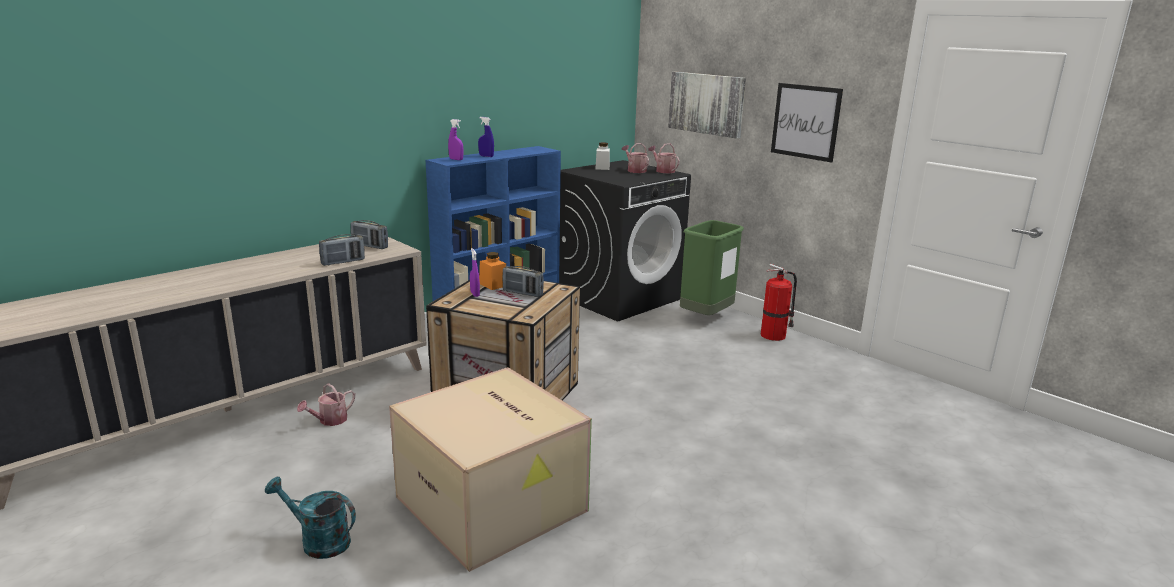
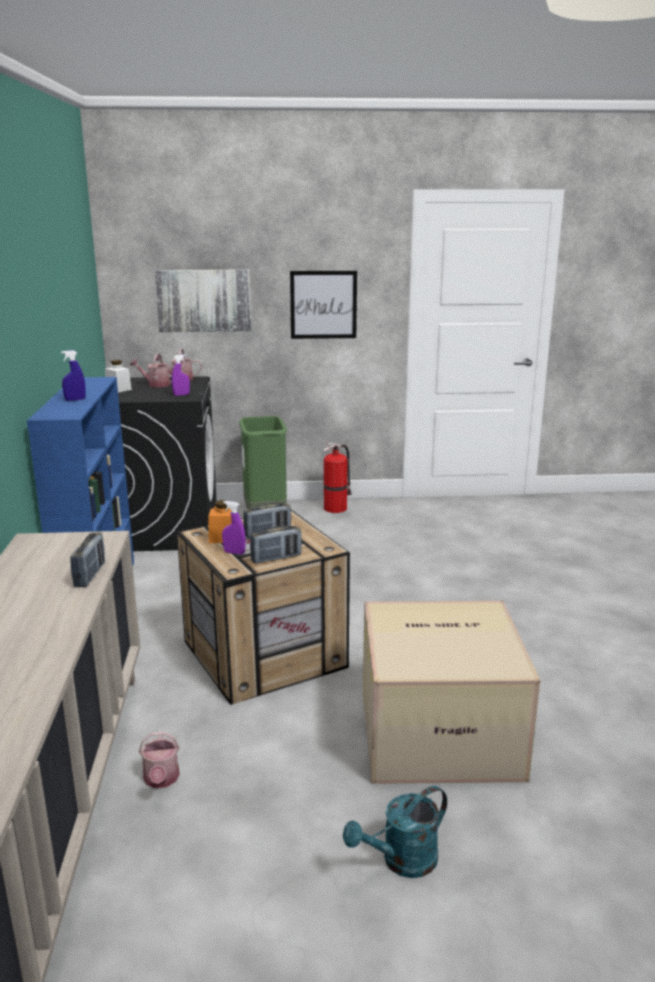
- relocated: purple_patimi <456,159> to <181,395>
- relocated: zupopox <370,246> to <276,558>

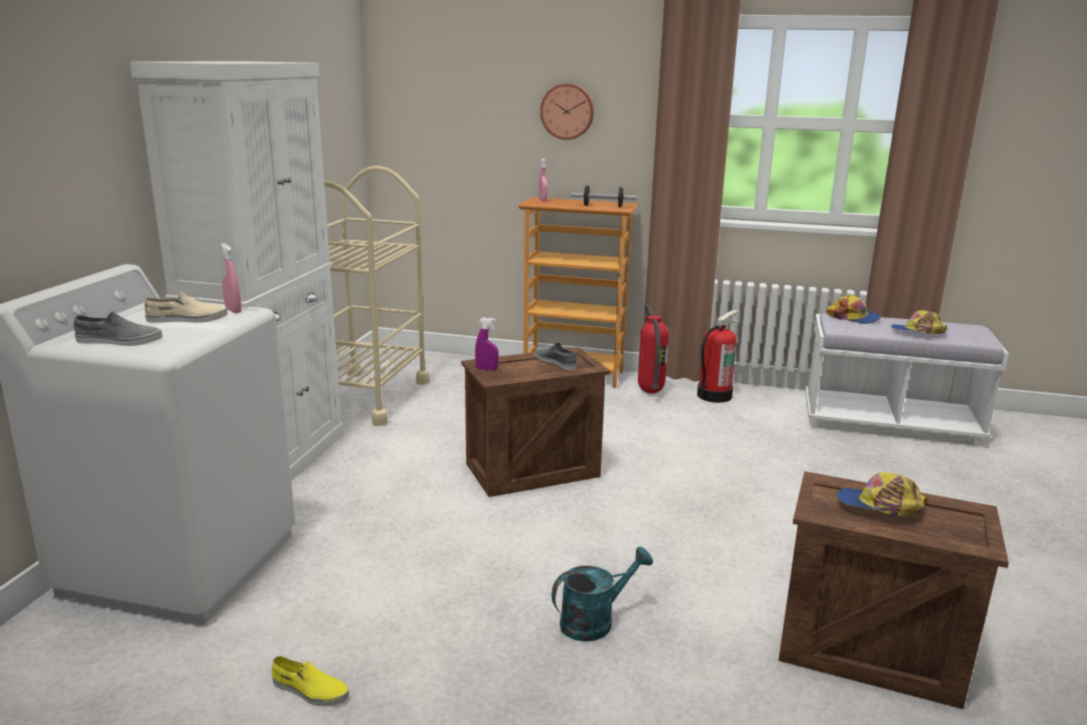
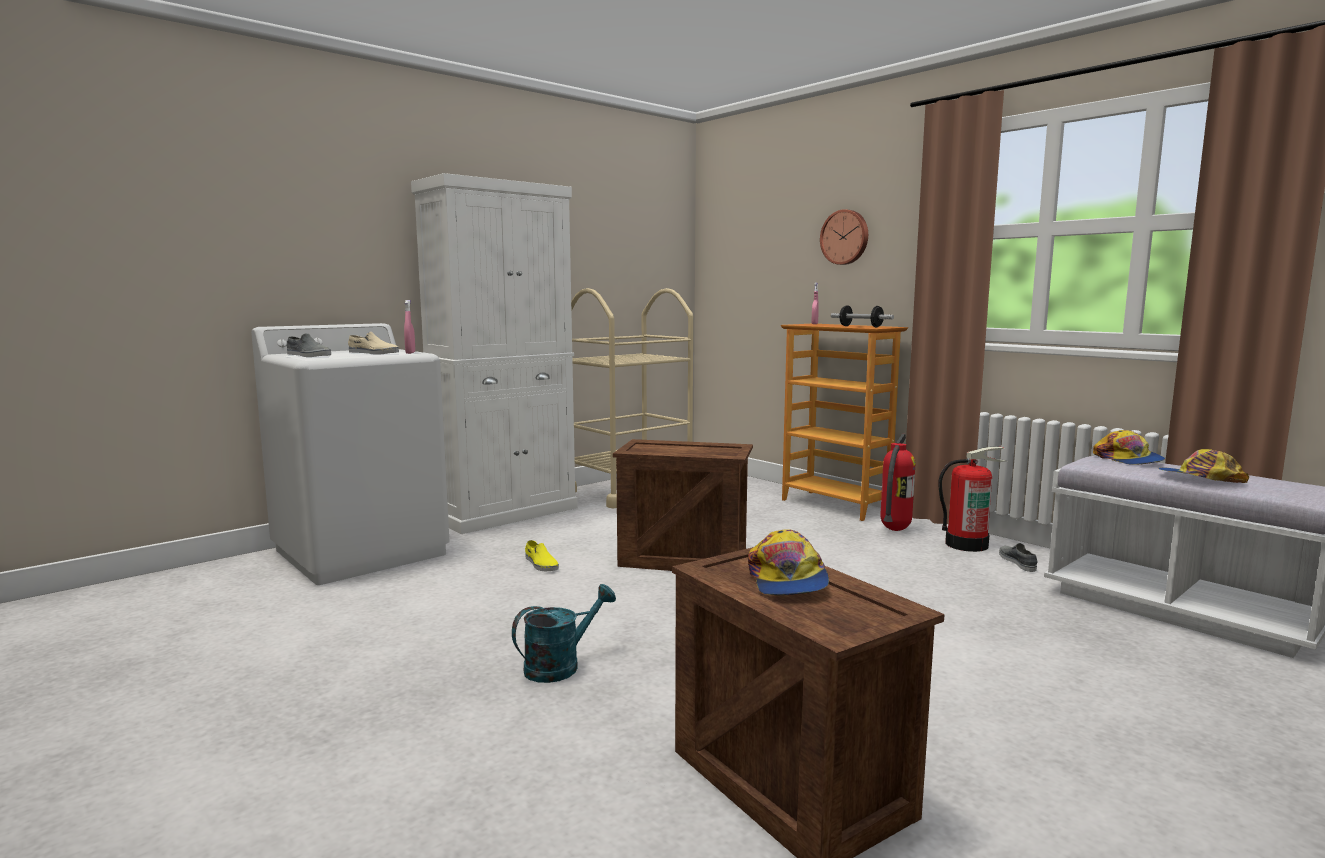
- spun: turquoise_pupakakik <595,621> = <560,665> 45 degrees counterclockwise
- relocated: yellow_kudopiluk <309,690> to <541,564>
- spun: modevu <879,506> = <787,579> 150 degrees counterclockwise
- relocated: grey_kudopiluk <555,362> to <1017,562>
- missing: purple_patimi <486,369>

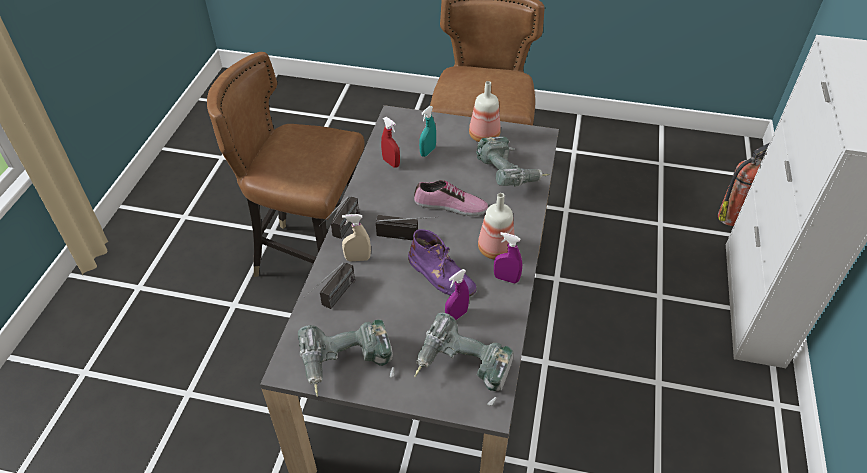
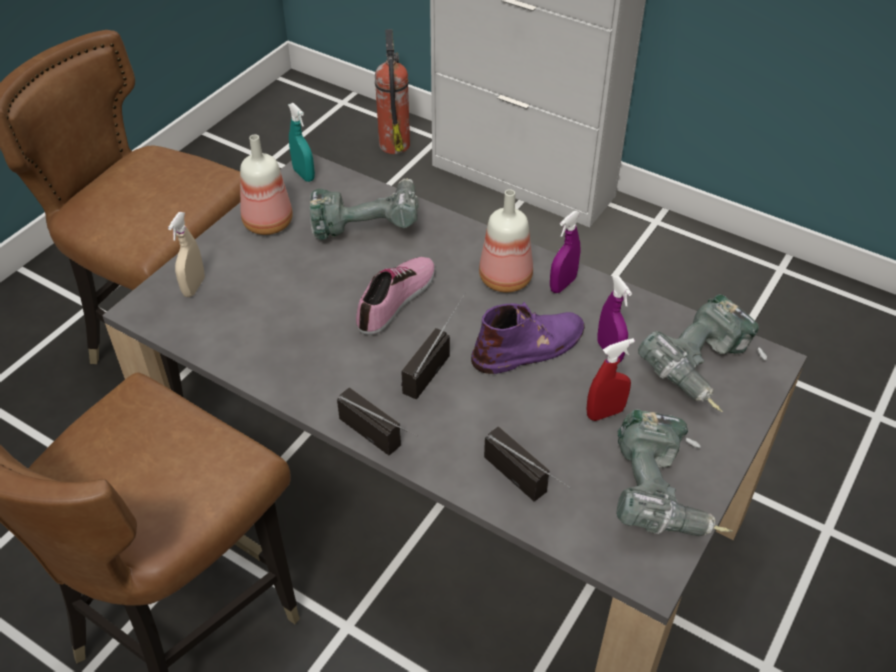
- relocated: beige_patimi <357,258> to <194,287>
- relocated: turquoise_patimi <427,151> to <304,175>
- relocated: red_patimi <391,163> to <605,413>

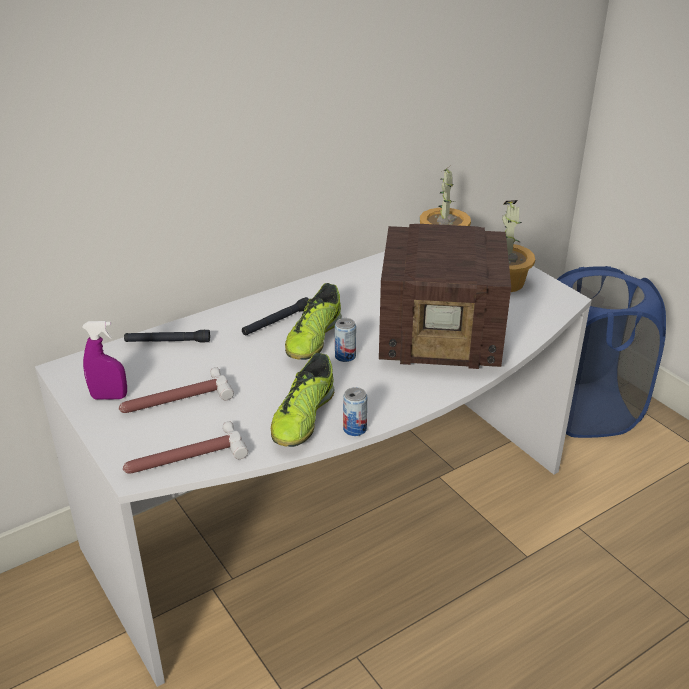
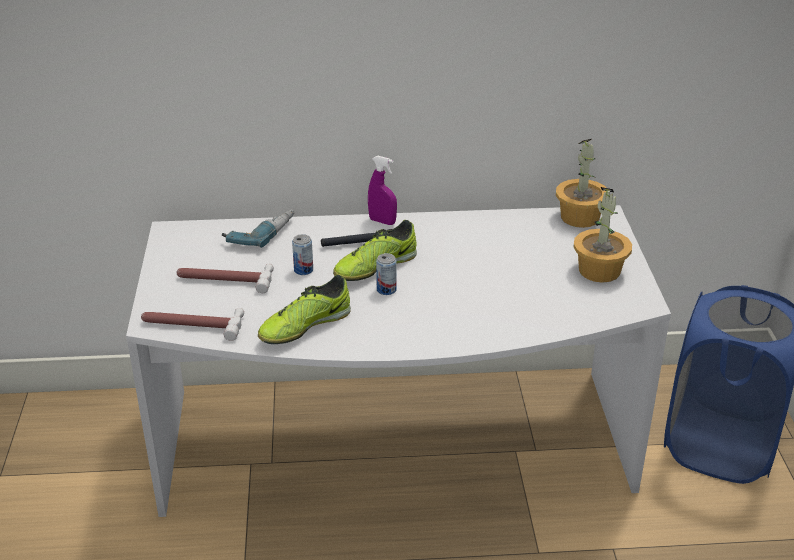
- exchanged: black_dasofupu <167,342> to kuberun <260,233>
- relocated: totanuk <355,429> to <303,270>
- relocated: purple_patimi <109,397> to <382,221>
- missing: zupopox <442,340>

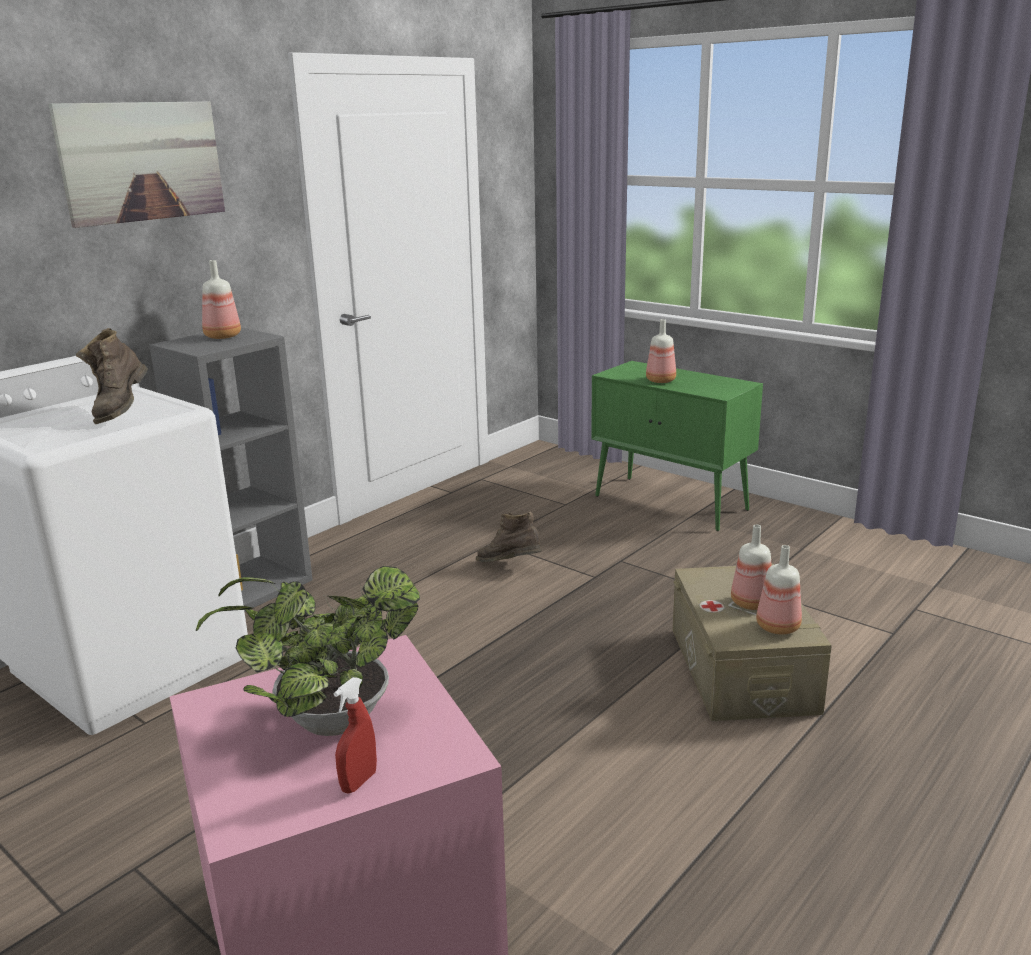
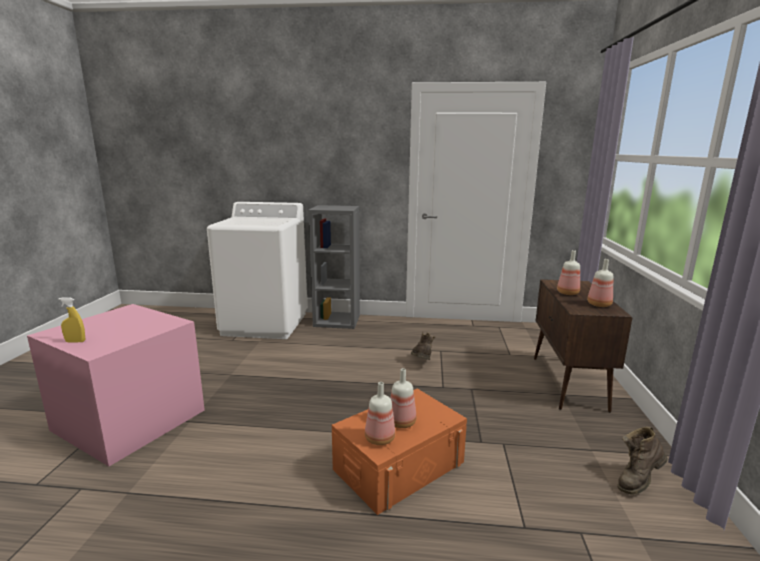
- colour: red_patimi <359,782> to yellow_patimi <75,341>
- colour: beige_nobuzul <742,669> to orange_nobuzul <399,465>
- colour: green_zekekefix <672,503> to brown_zekekefix <568,383>
- relocated: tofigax <221,337> to <598,304>
- relocated: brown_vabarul <120,412> to <638,481>
- missing: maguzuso <142,161>
- missing: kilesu <326,721>

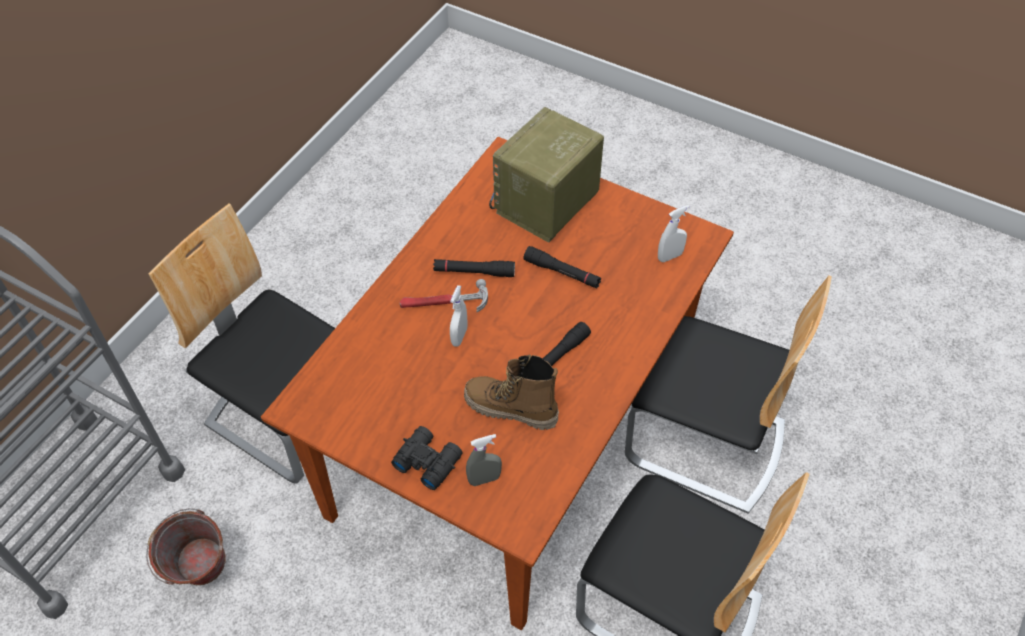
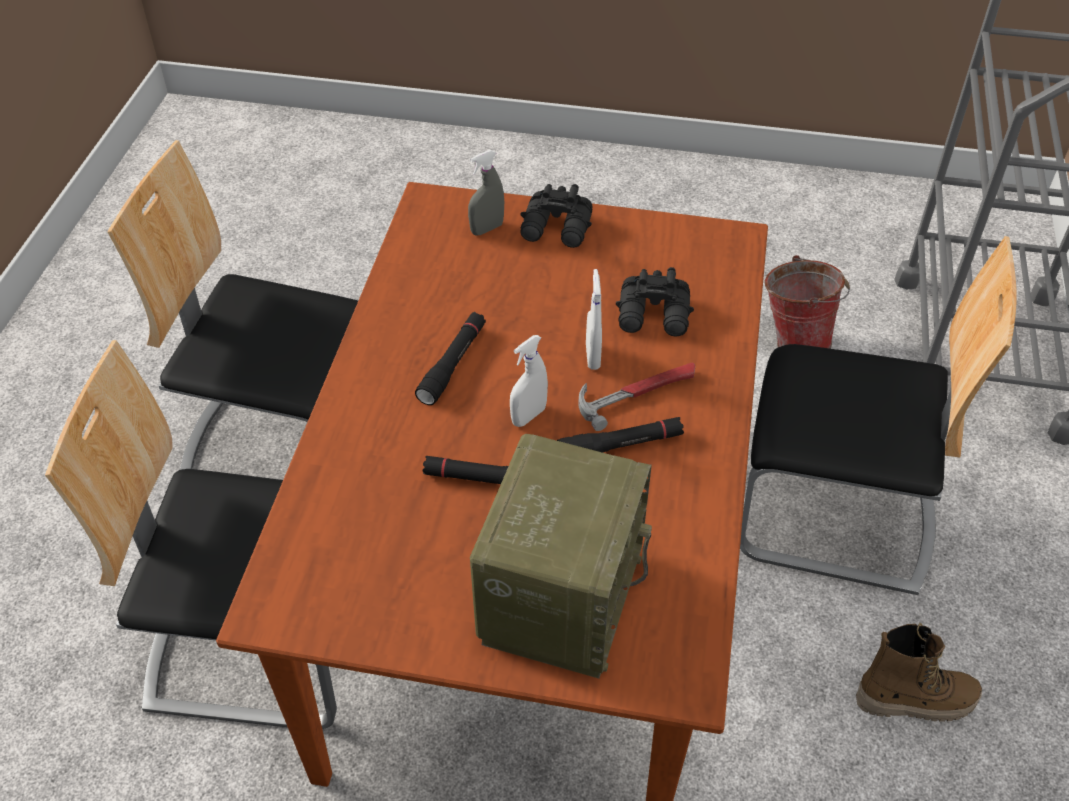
- relocated: white_patimi <670,256> to <528,416>
- appeared: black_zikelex <655,316>
- relocated: vabarul <511,410> to <915,699>

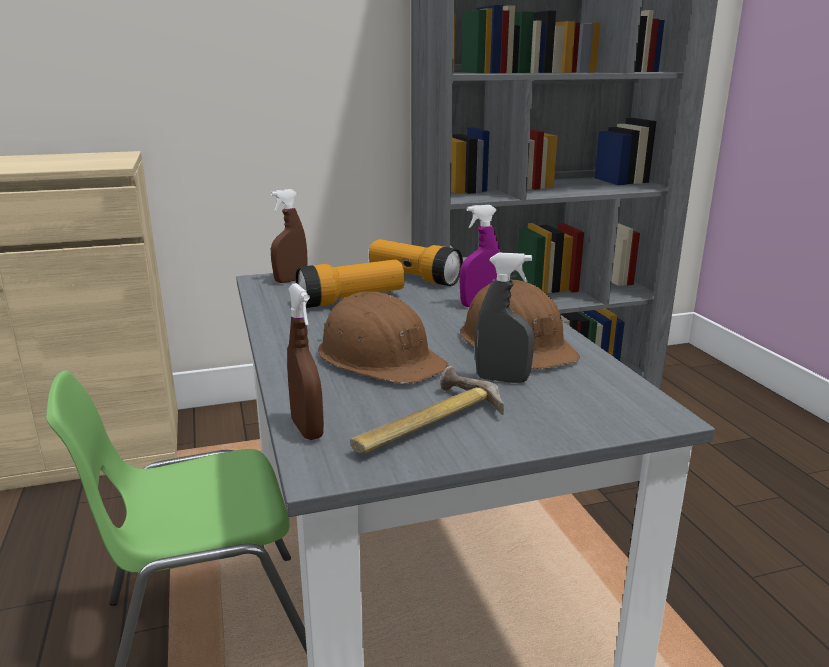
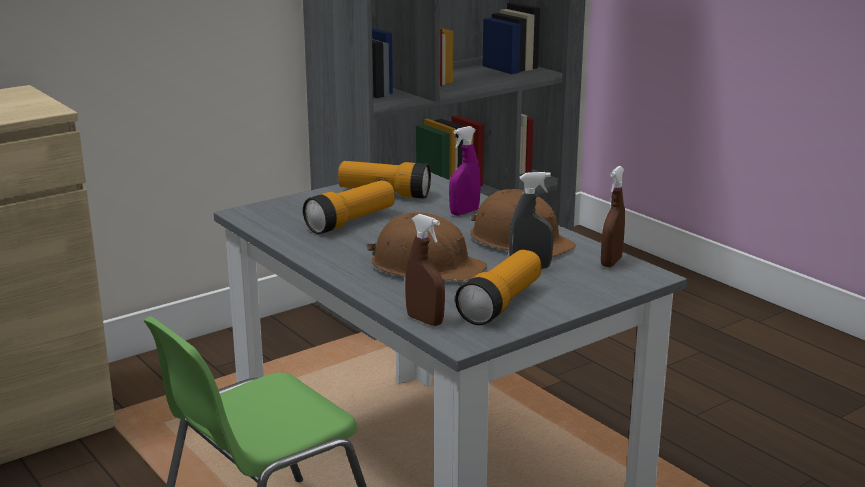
- exchanged: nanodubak <424,423> to dasofupu <501,304>
- relocated: brown_patimi <291,280> to <611,262>

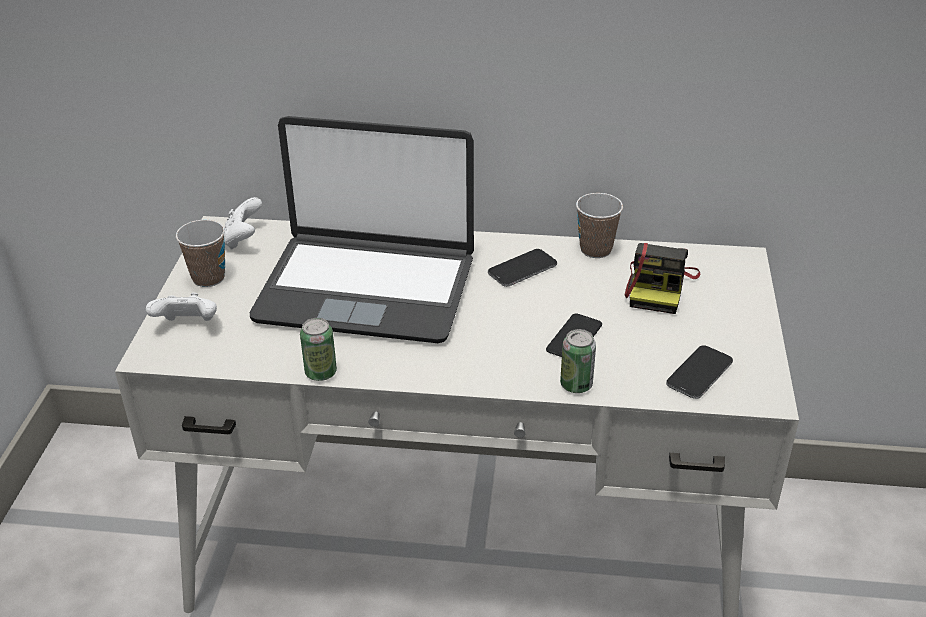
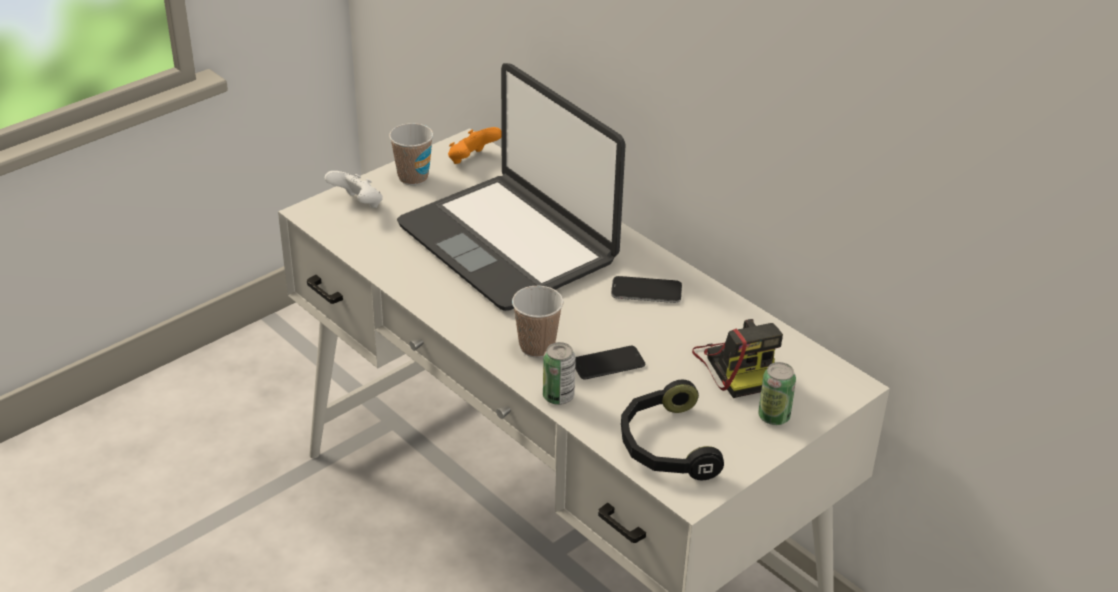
- colour: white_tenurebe <243,239> to orange_tenurebe <472,160>
- relocated: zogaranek <595,249> to <537,347>
- exchanged: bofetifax <699,373> to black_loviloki <665,445>
- spun: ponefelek <659,287> = <738,366> 75 degrees counterclockwise
- relocated: totanuk <321,373> to <774,417>

